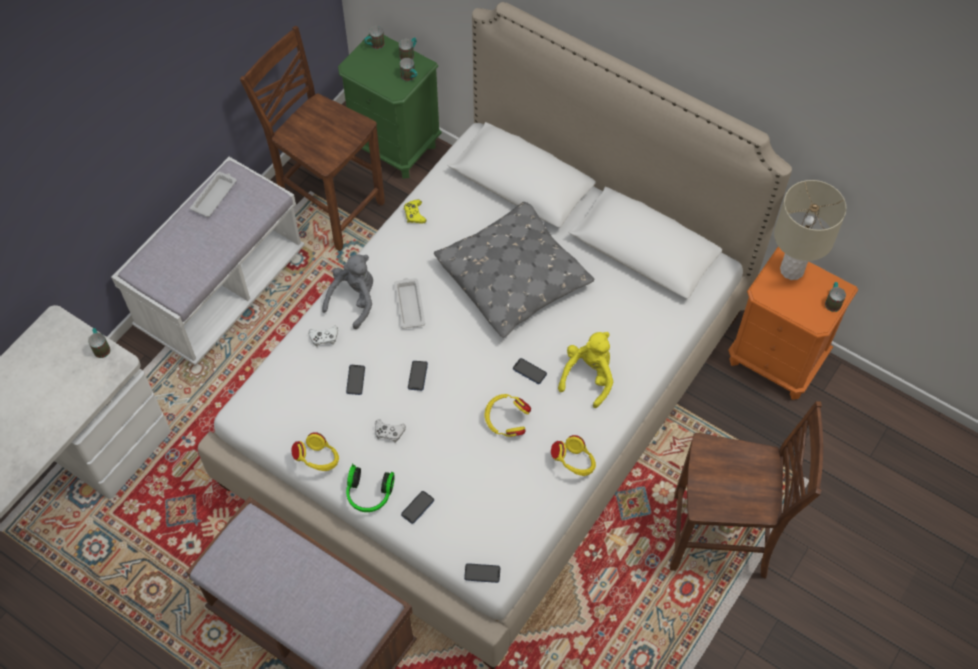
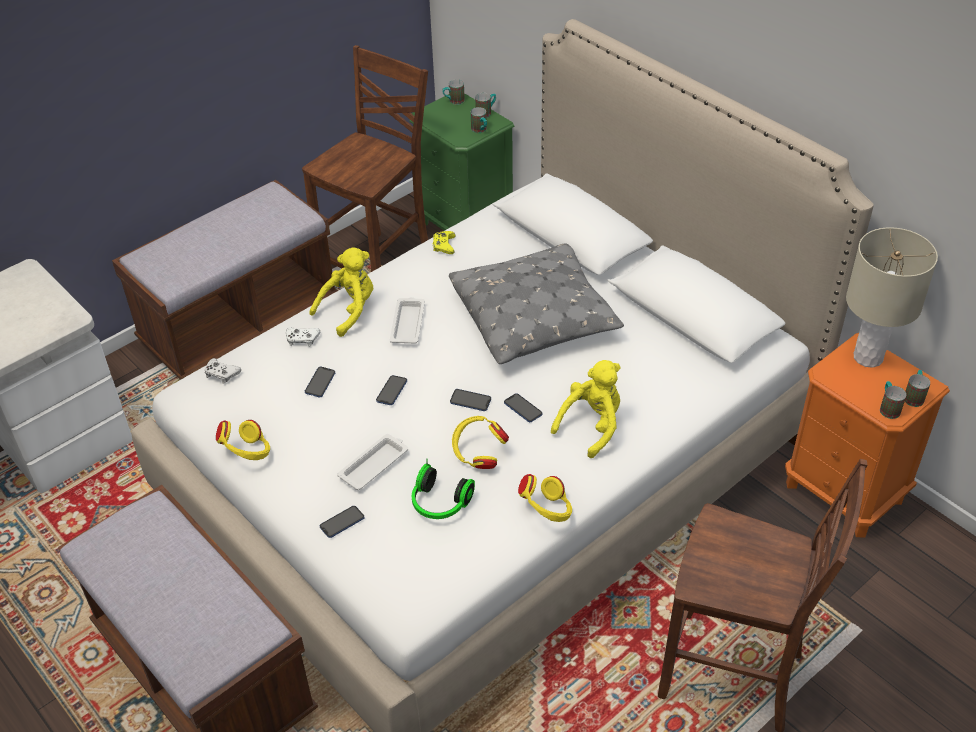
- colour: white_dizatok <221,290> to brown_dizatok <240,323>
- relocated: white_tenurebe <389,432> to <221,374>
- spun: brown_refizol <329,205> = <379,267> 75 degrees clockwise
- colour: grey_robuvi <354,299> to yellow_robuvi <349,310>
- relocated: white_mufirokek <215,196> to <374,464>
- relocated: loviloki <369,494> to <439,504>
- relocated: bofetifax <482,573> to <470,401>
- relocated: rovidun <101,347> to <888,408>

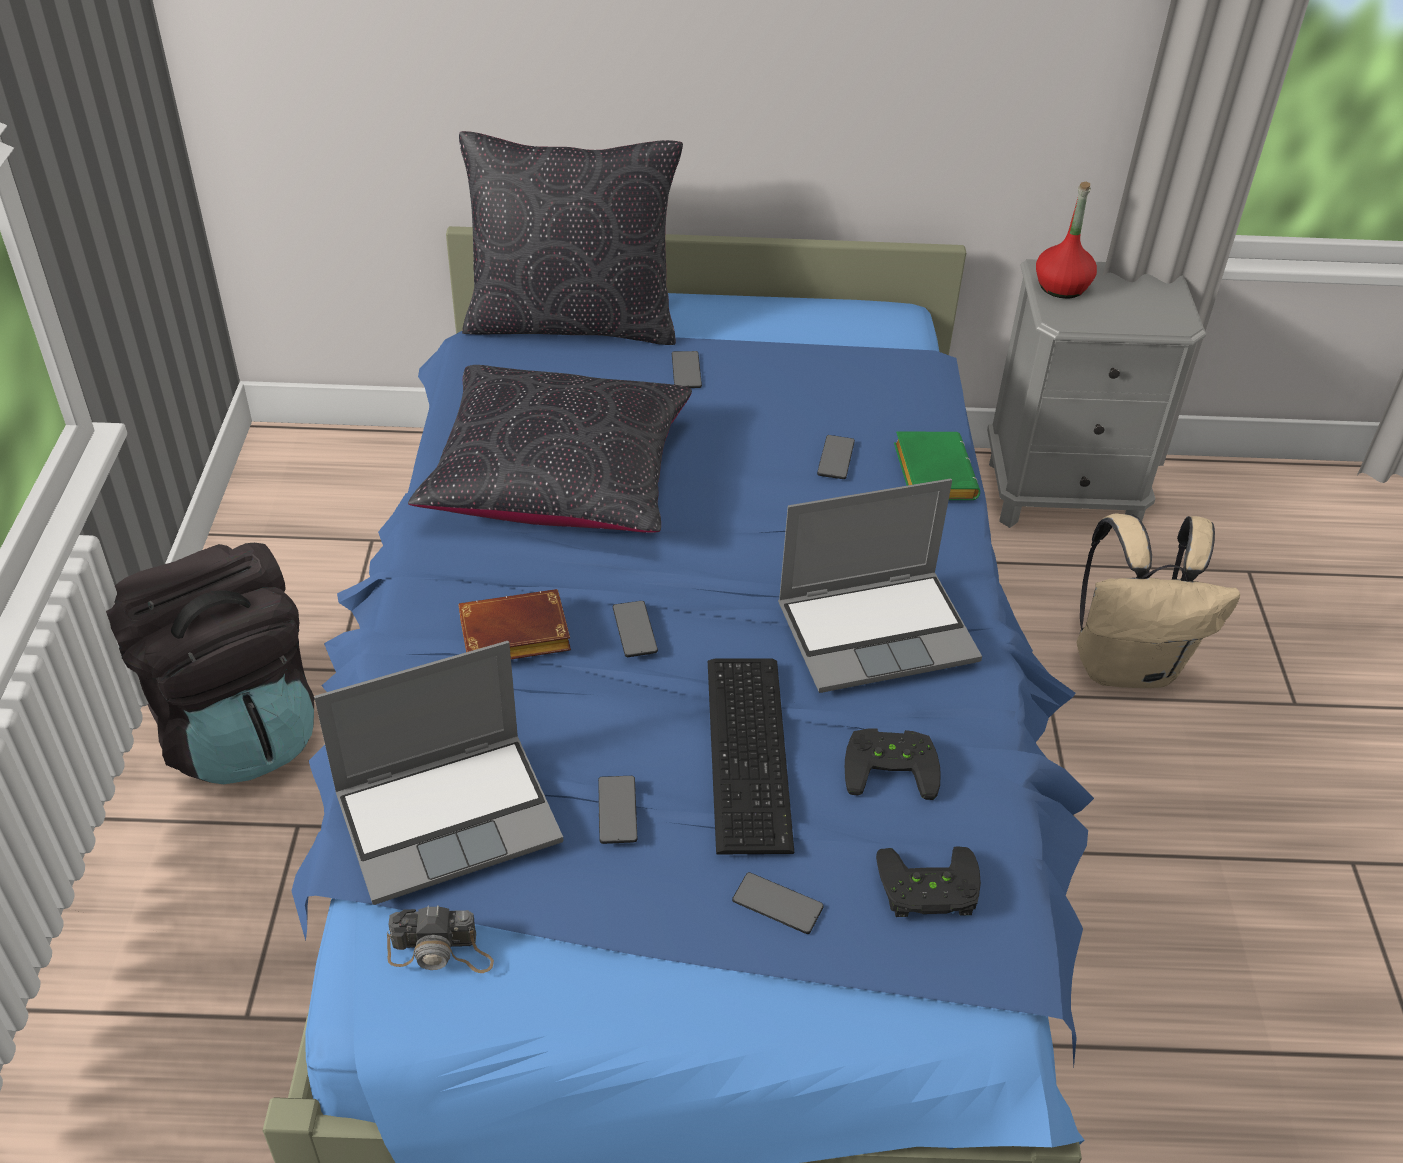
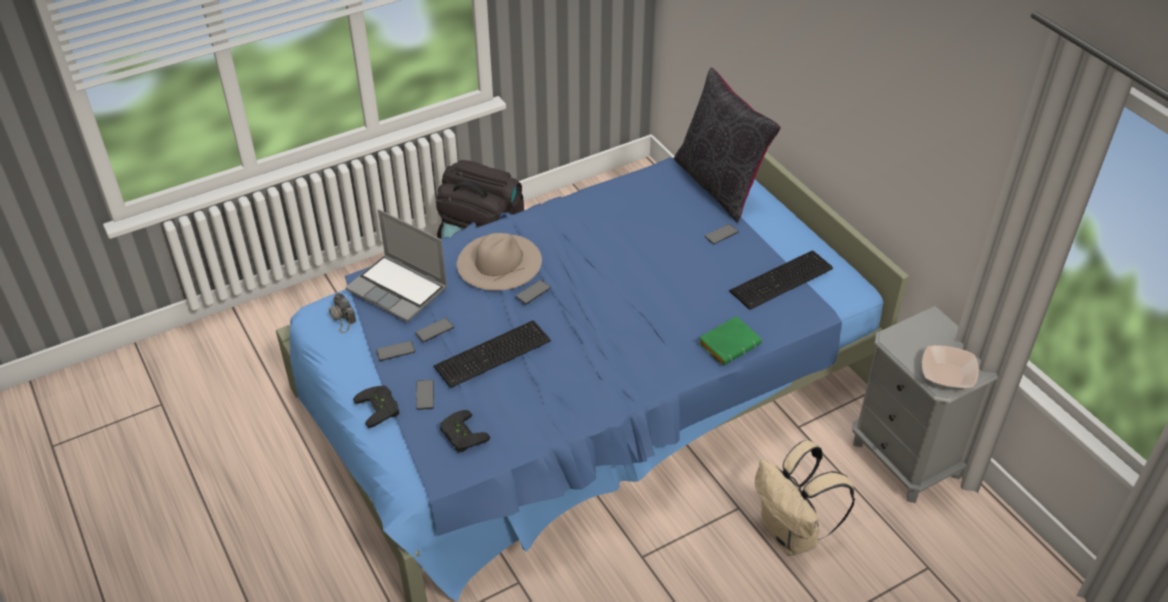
- relocated: black_tenurebe <890,764> to <381,407>
- relocated: bofetifax <835,458> to <395,351>
- exchanged: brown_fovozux <512,638> to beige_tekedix <499,261>
- appeared: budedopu <783,280>
- appeared: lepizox <947,375>
- missing: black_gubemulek <558,477>
- missing: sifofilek <878,631>
- missing: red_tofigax <1061,287>

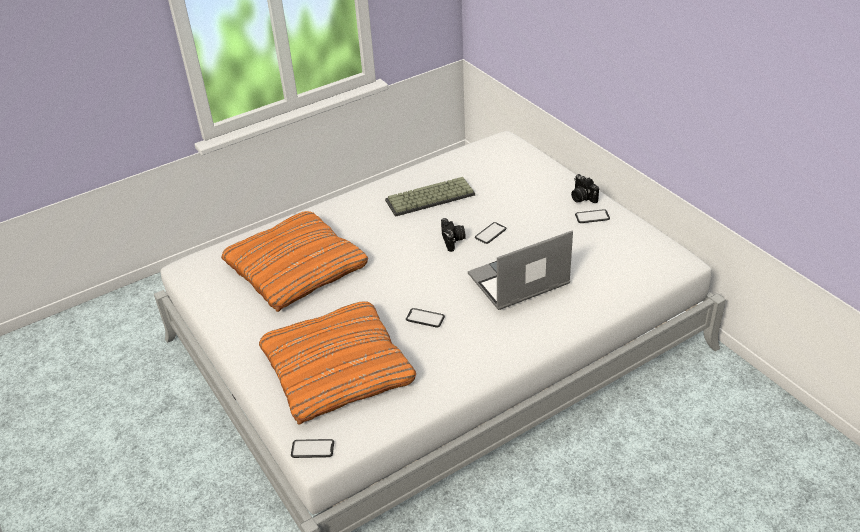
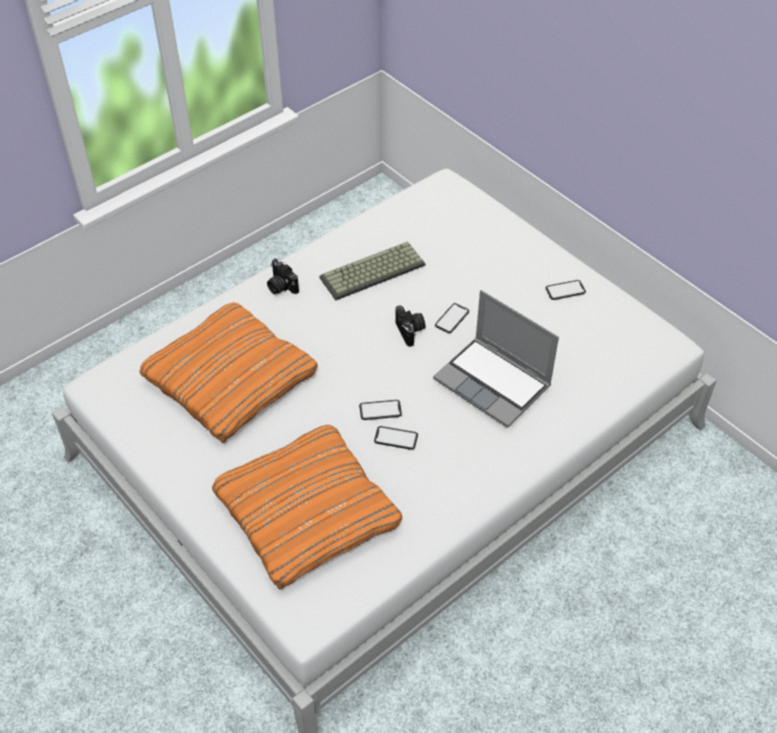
- relocated: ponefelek <582,197> to <281,286>
- relocated: bofetifax <312,449> to <380,410>
- spun: sifofilek <518,281> = <494,383> 105 degrees counterclockwise

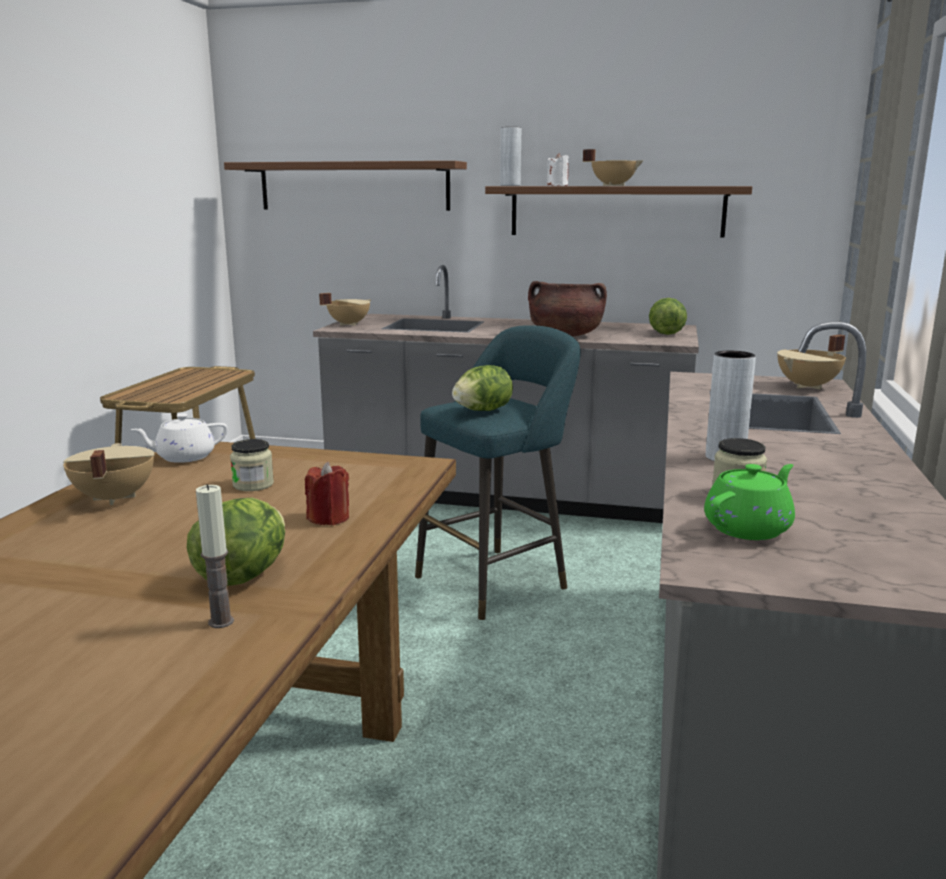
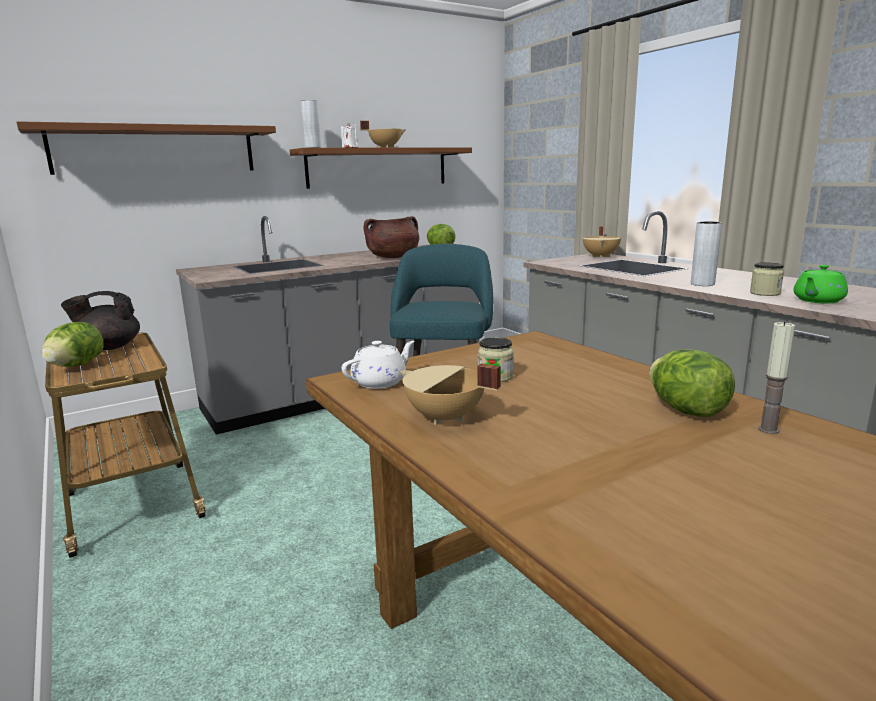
- relocated: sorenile <483,410> to <76,365>
- appeared: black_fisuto <109,347>
- spun: white_fisuto <184,457> = <380,382> 150 degrees counterclockwise
- spun: green_fisuto <748,528> = <817,301> 135 degrees counterclockwise
- missing: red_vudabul <329,518>
- missing: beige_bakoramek <348,324>

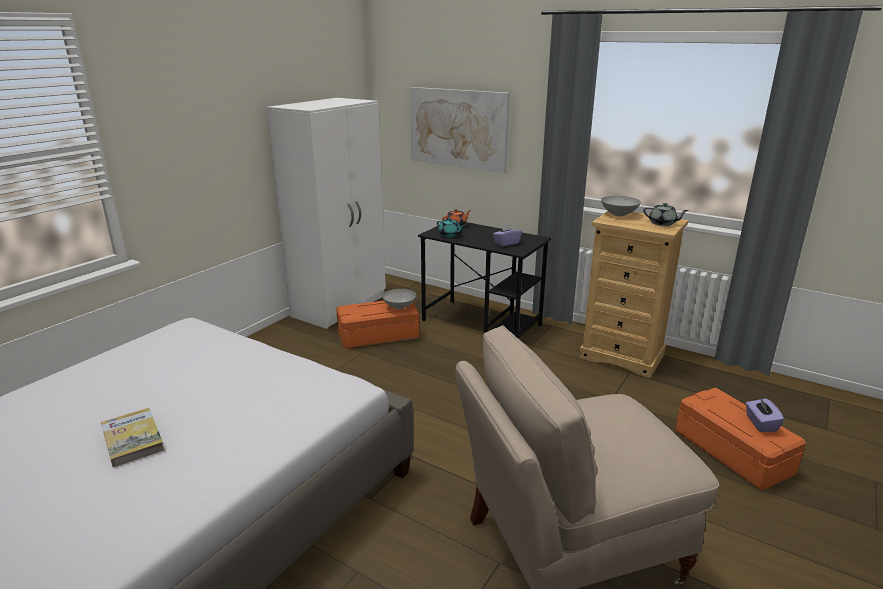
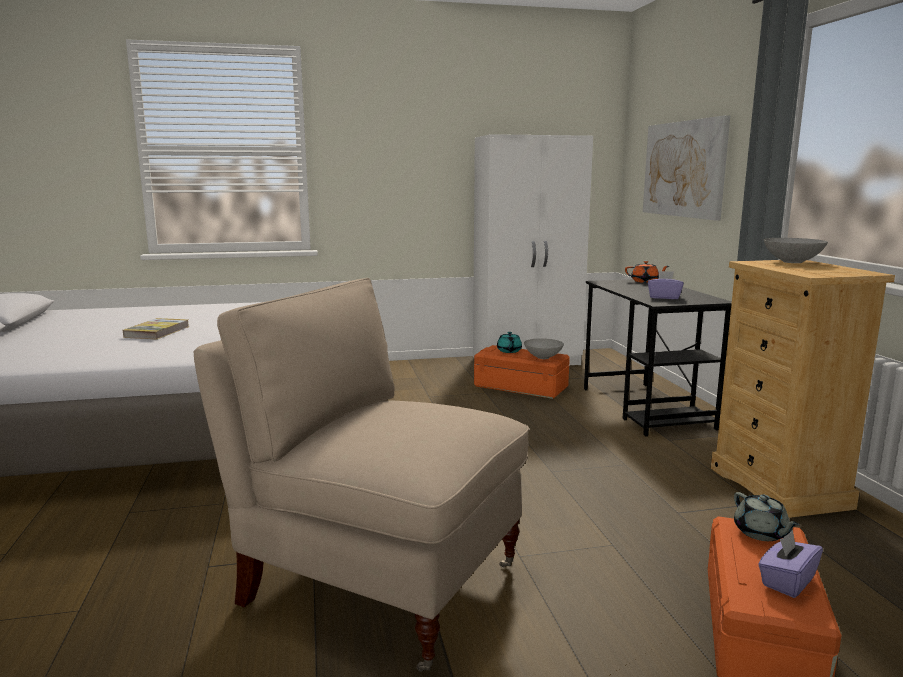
- relocated: turquoise_fisuto <450,235> to <509,351>
- relocated: grey_fisuto <663,223> to <761,533>

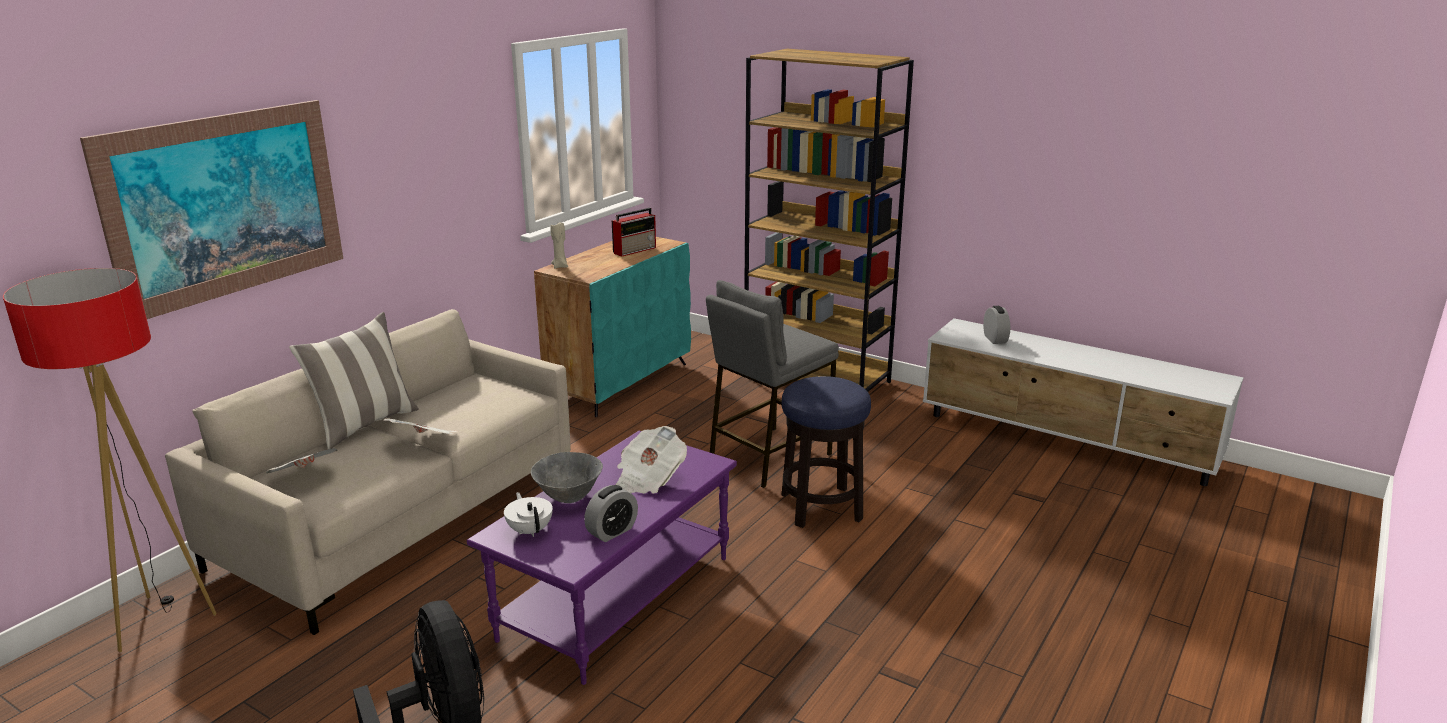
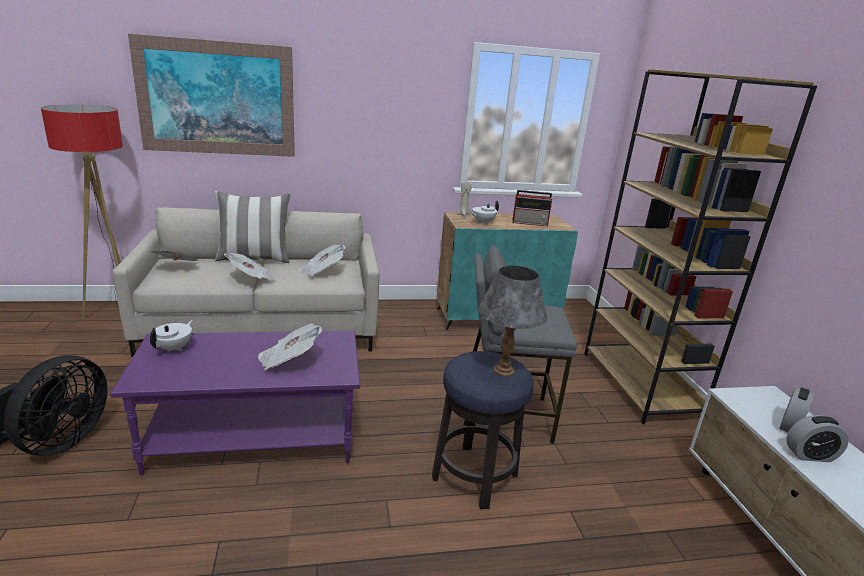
- appeared: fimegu <321,271>
- appeared: white_fisuto <482,222>
- appeared: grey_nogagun <503,370>
- relocated: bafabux <612,531> to <810,455>
- missing: grey_lepizox <569,498>

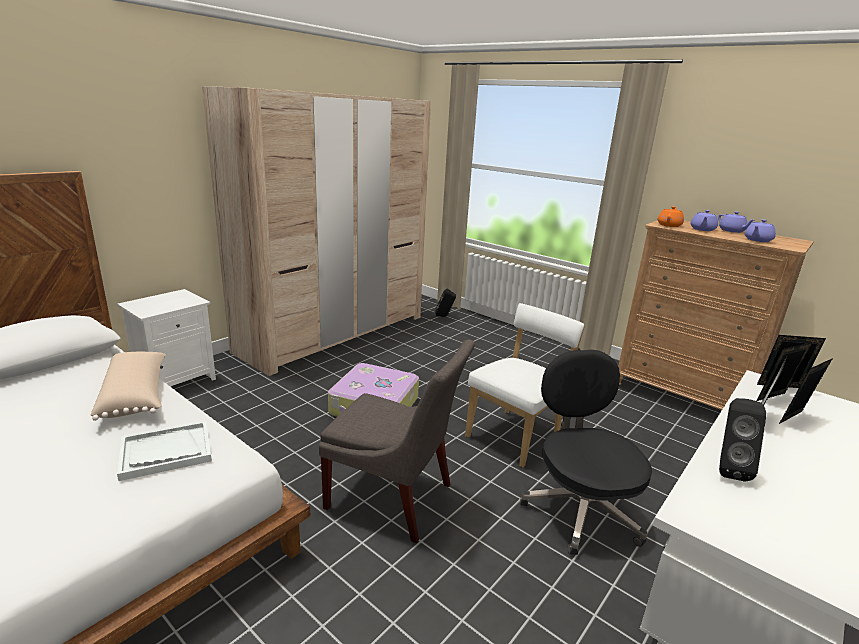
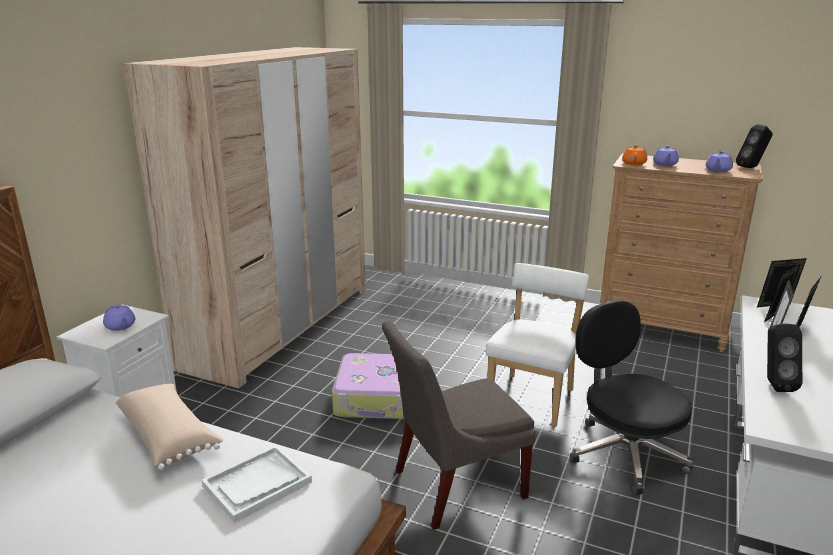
- relocated: purple_fisuto <732,231> to <120,326>
- spun: grey_refizol <394,499> = <453,485> 150 degrees clockwise
- relocated: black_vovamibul <444,316> to <751,167>

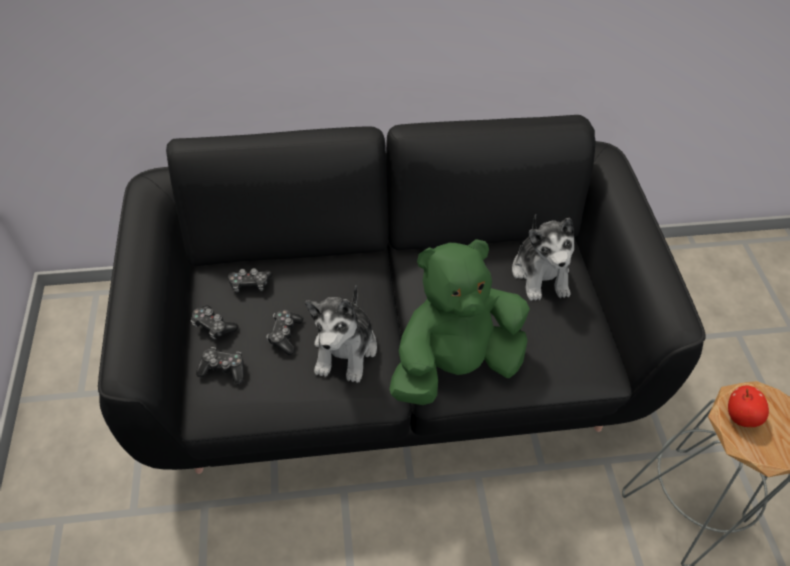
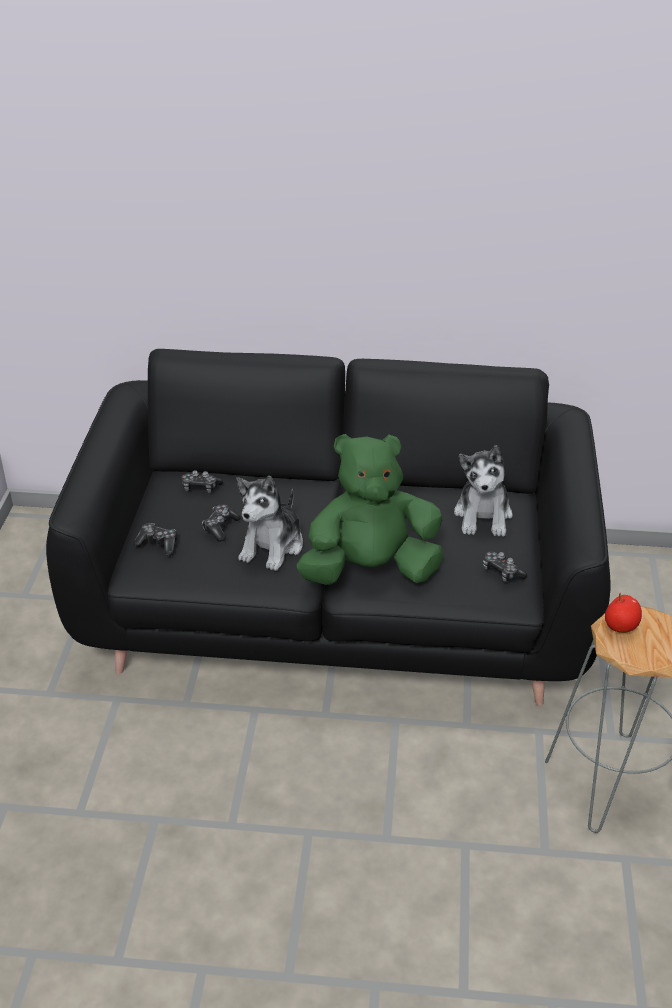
- relocated: tenurebe <213,326> to <502,572>

